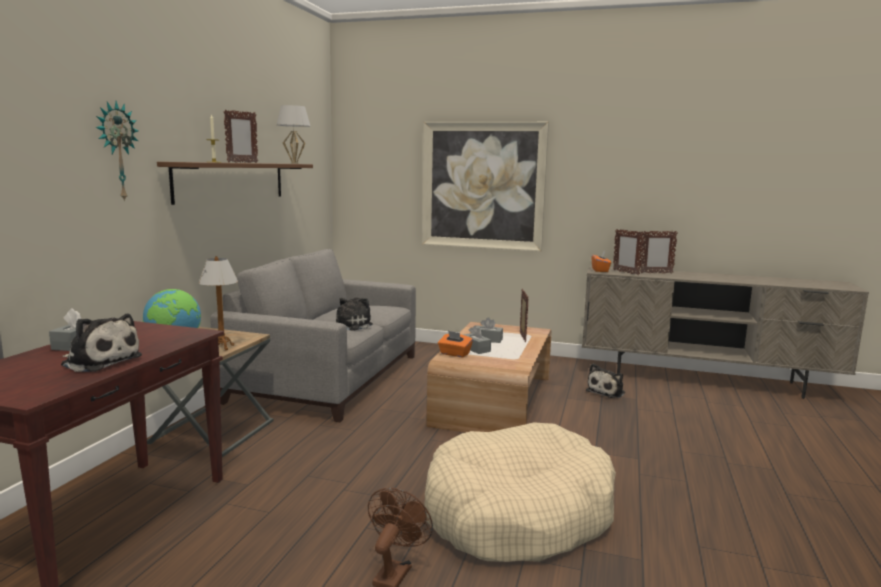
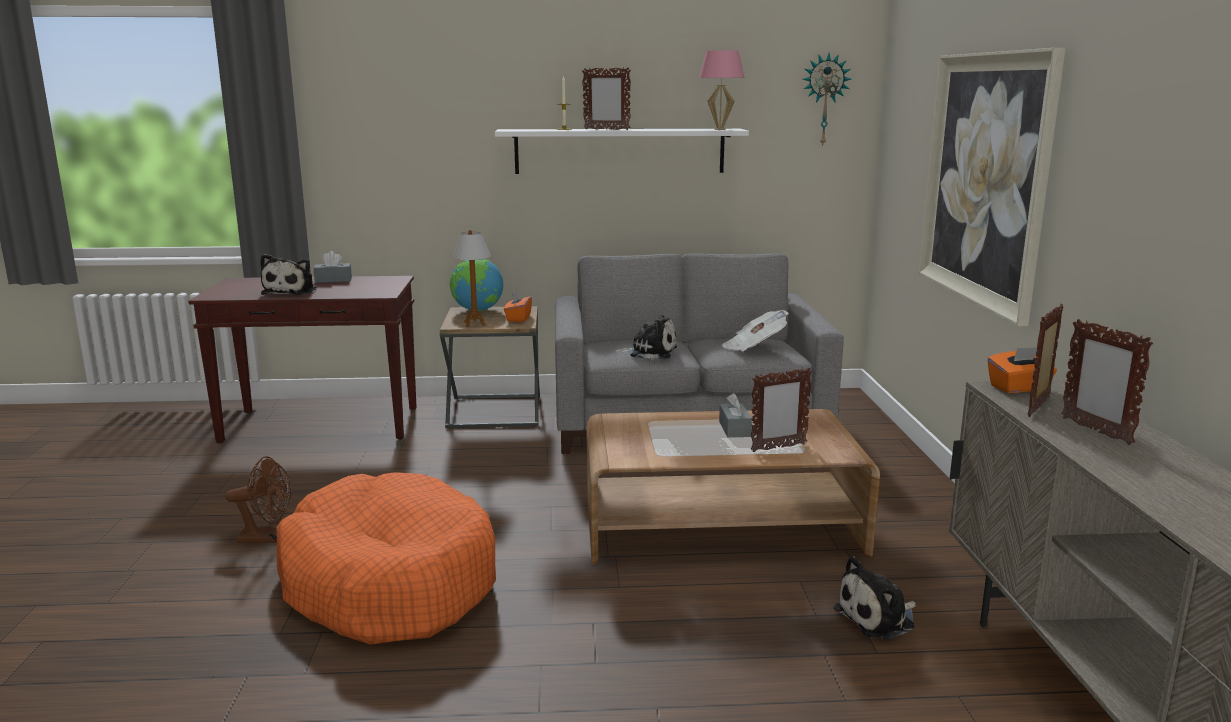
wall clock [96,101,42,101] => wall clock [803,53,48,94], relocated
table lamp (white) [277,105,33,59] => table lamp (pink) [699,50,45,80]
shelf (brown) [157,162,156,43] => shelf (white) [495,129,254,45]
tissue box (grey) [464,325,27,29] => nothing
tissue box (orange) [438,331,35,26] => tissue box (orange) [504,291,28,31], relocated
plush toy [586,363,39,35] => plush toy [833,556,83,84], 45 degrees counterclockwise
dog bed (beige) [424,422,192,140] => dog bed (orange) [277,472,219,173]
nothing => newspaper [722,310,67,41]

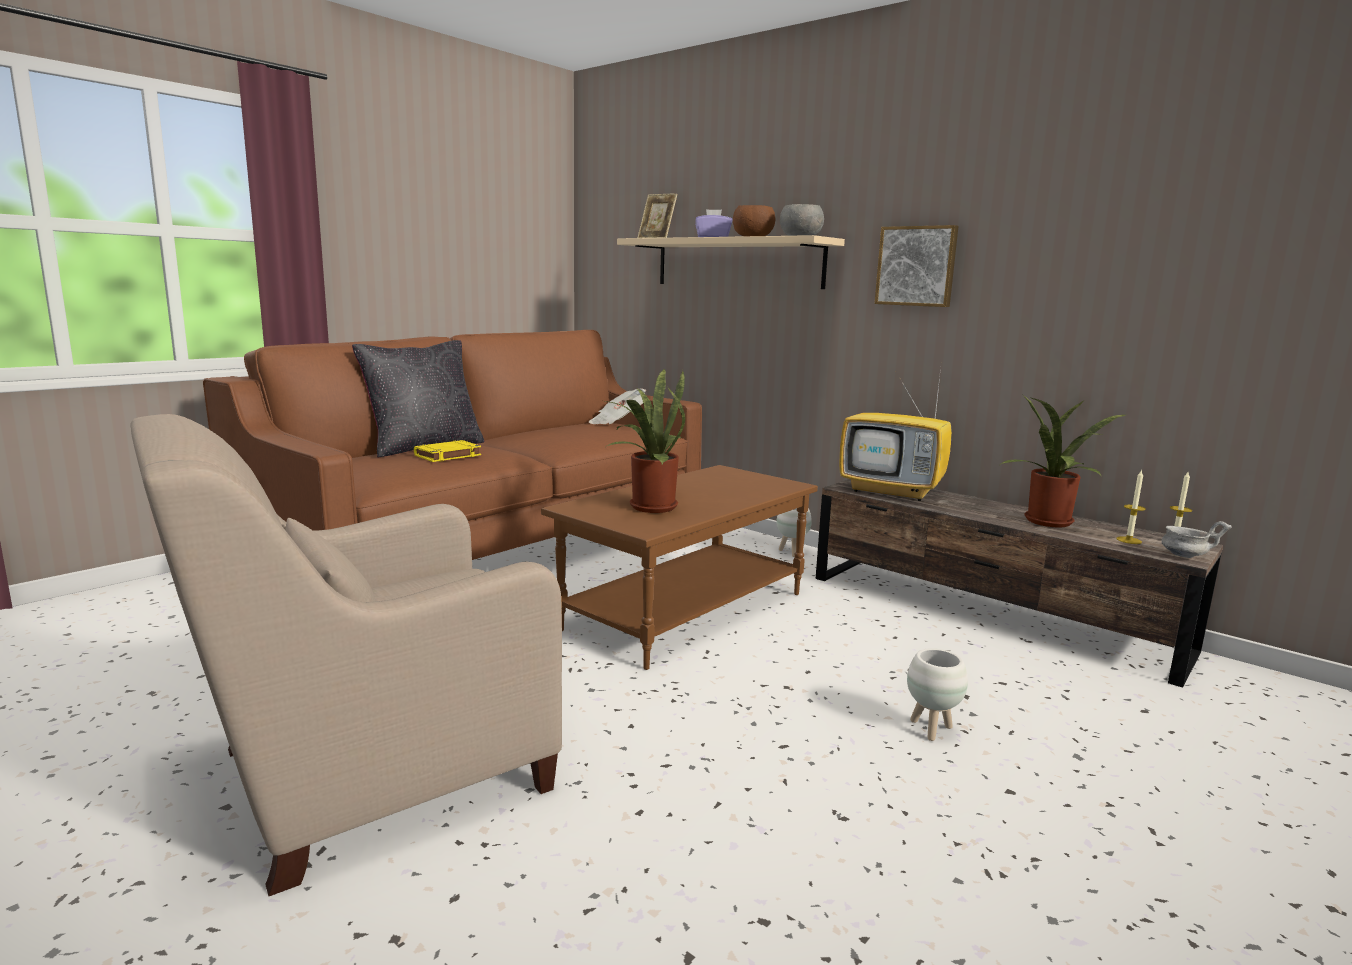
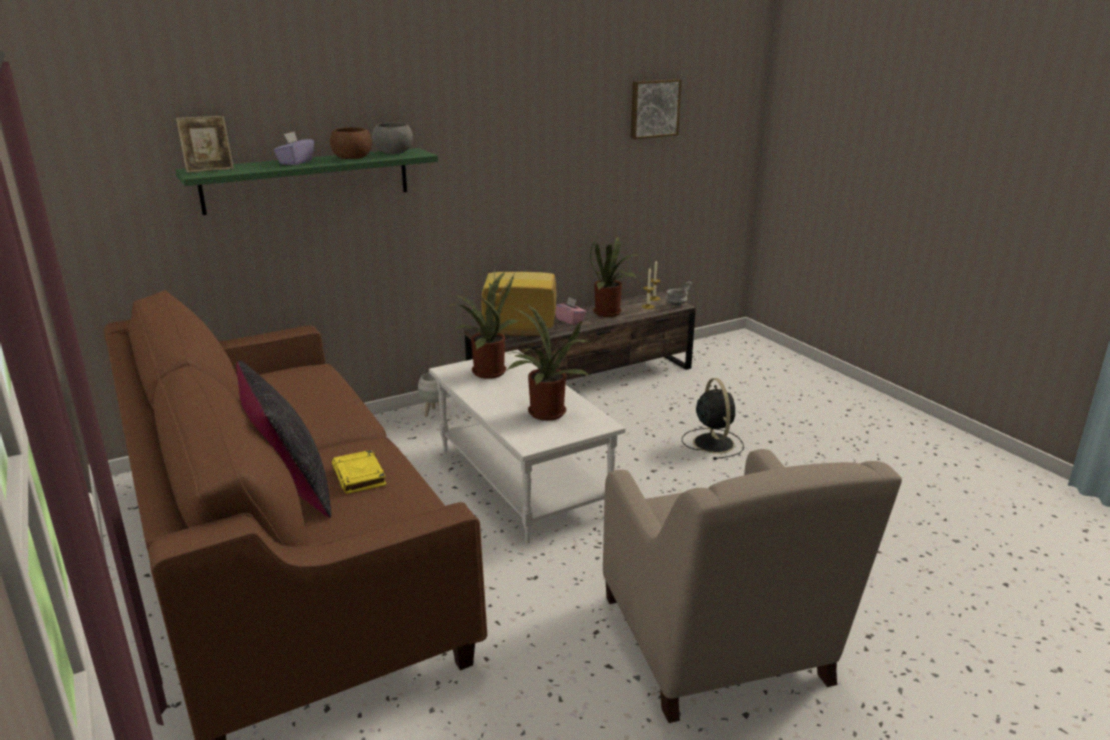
picture [875,225,83,82] => picture [631,79,51,60], relocated
shelf (beige) [617,235,228,54] => shelf (green) [175,148,263,67]
television [839,368,113,133] => television [482,262,75,74], 135 degrees counterclockwise
newspaper [589,389,57,35] => nothing
coffee table (brown) [541,465,277,205] => coffee table (white) [429,350,196,193]
planter (white) [907,648,61,93] => fan (black) [682,378,62,82]
nothing => potted plant [449,272,70,107]
nothing => tissue box (pink) [555,297,31,28]

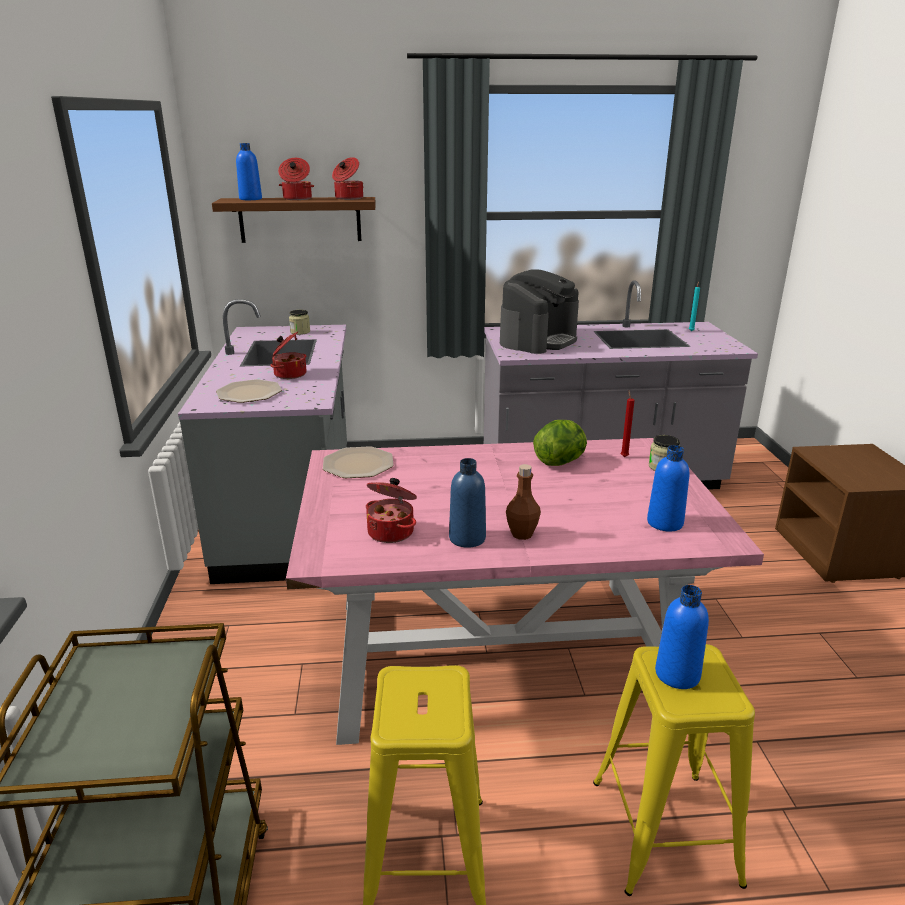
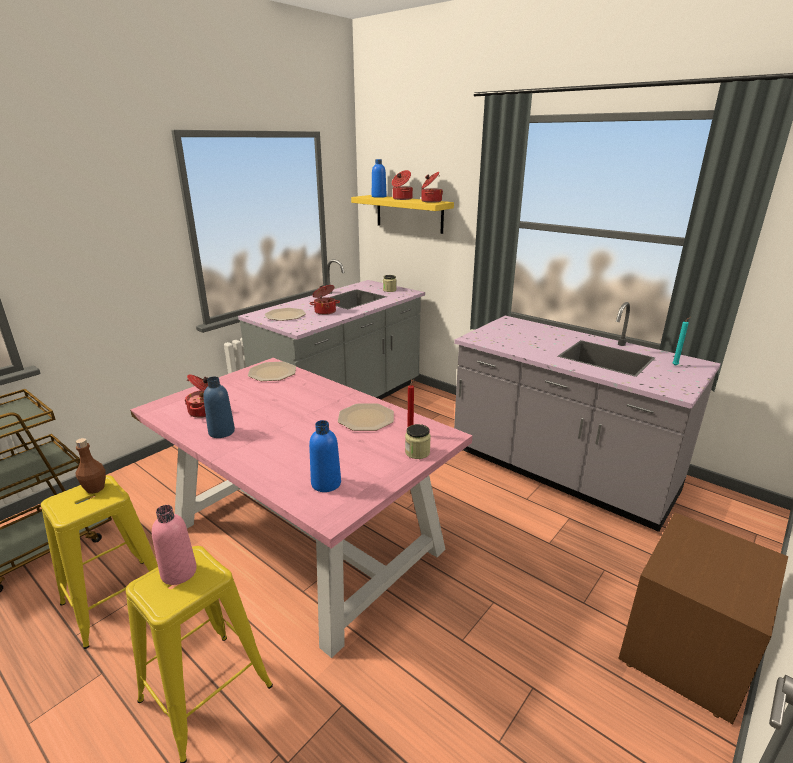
shelf (brown) [212,197,164,46] => shelf (yellow) [351,195,103,39]
coffee machine [500,269,79,85] => nothing
lettuce [533,420,54,46] => plate [338,403,56,28]
bottle (brown) [506,464,35,76] => bottle (brown) [75,438,31,56], relocated
bottle (blue) [655,585,54,104] => bottle (pink) [152,505,45,80]

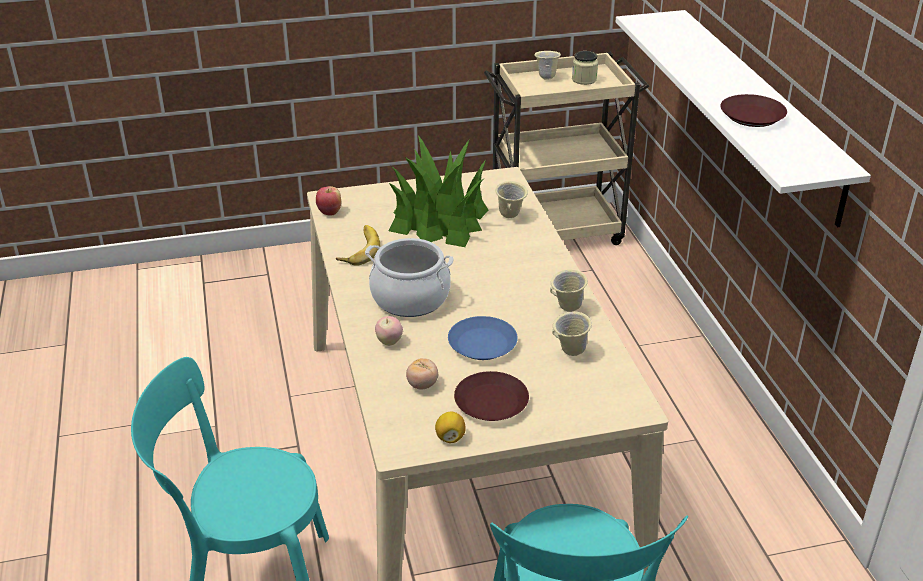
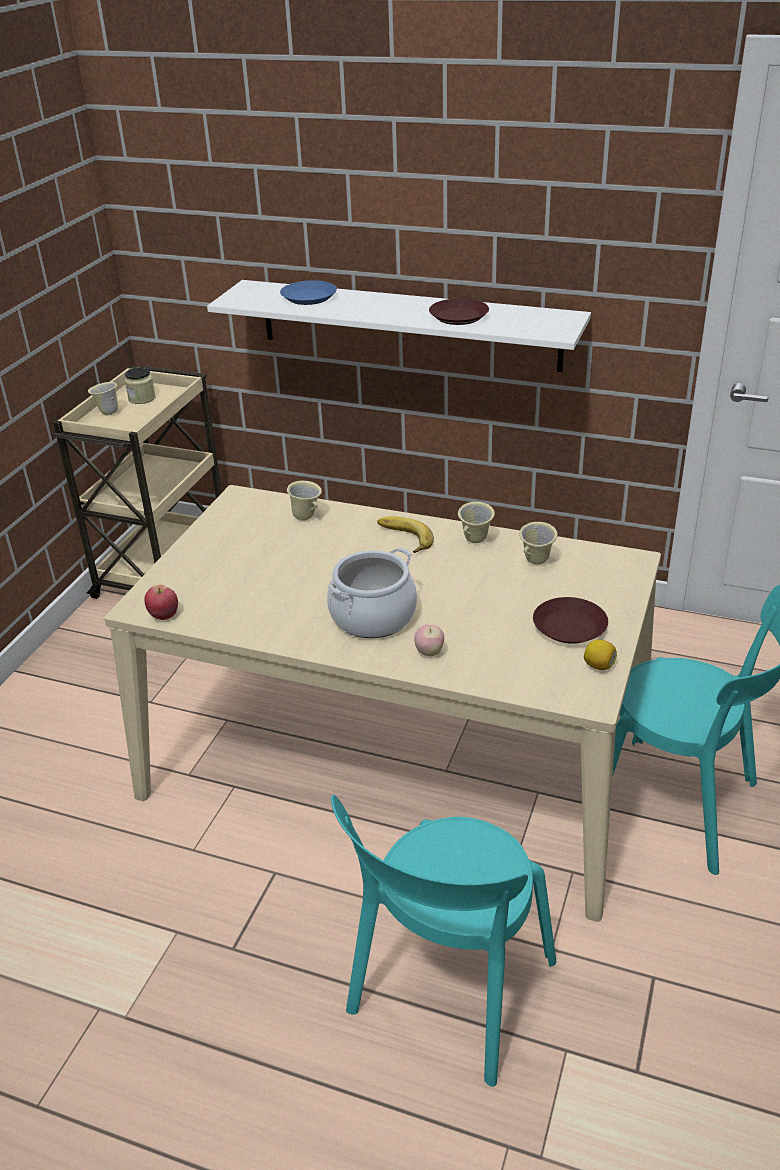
potted plant [388,135,100,112] => nothing
banana [336,225,44,41] => banana [377,516,57,37], relocated
plate (blue) [448,316,70,44] => plate (blue) [280,280,57,25], relocated
tomato [406,358,32,31] => nothing

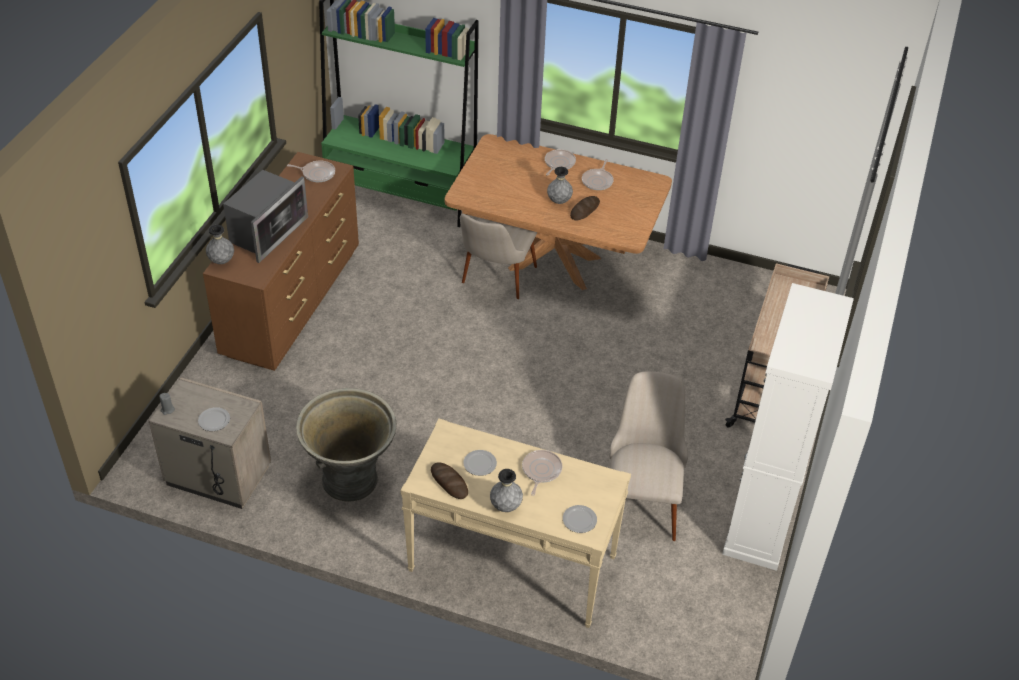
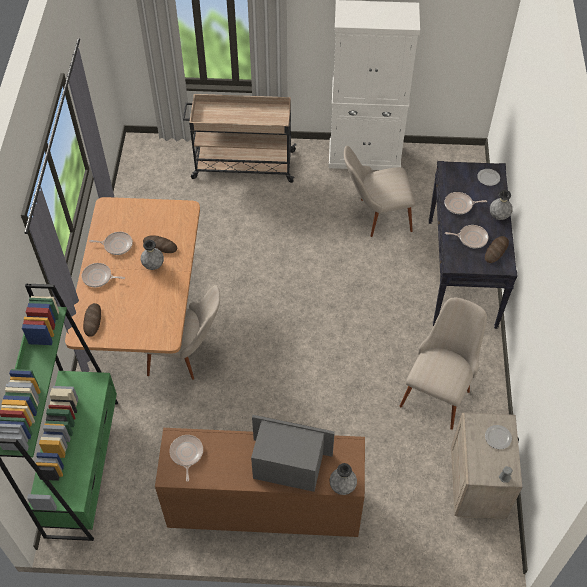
planter (grey) [296,388,100,114] => chair (beige) [400,298,87,132]
console table (beige) [401,418,230,210] => console table (black) [429,161,89,168]
plate [463,450,34,26] => frying pan [445,225,44,23]
nothing => bread [83,303,18,34]

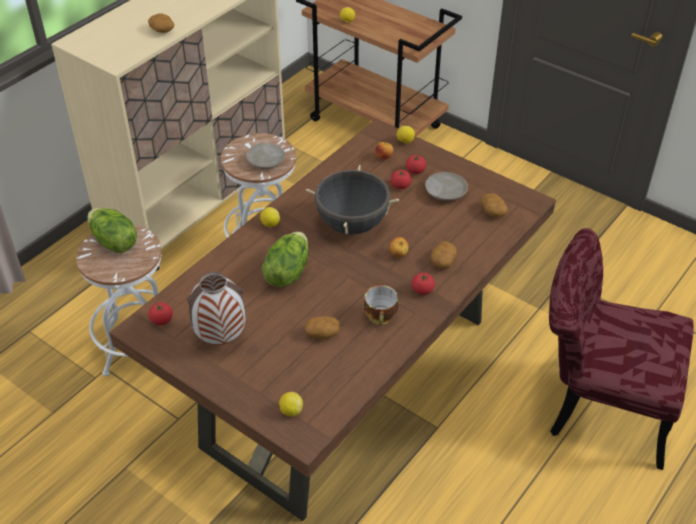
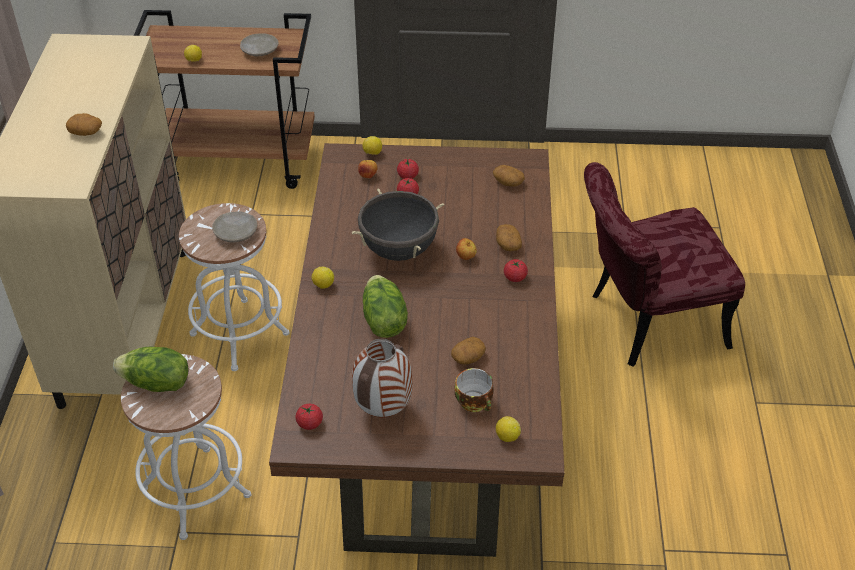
plate (beige) [425,172,43,29] => plate (beige) [240,33,39,24], relocated
cup [363,285,36,41] => cup [454,368,40,44], relocated

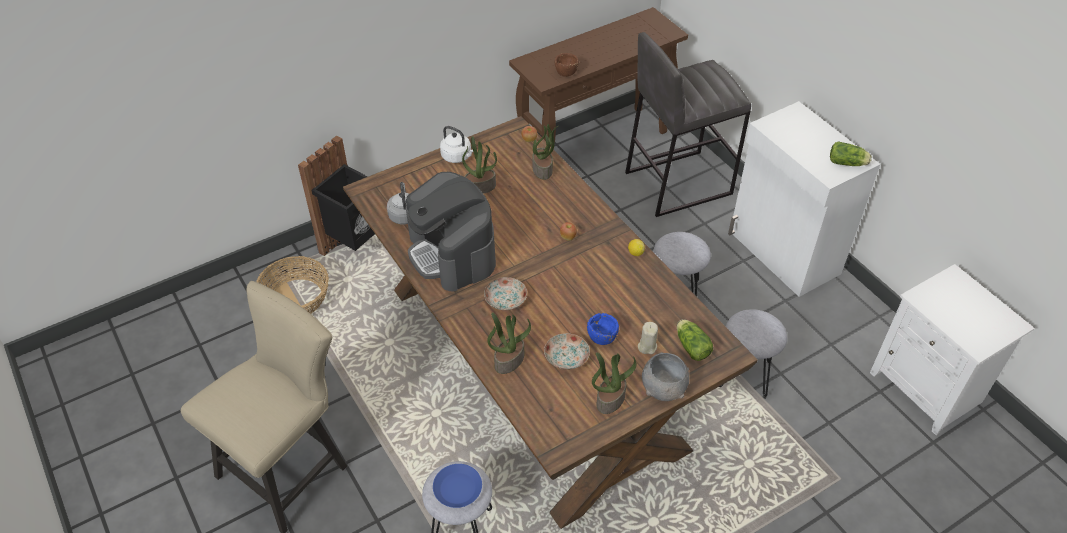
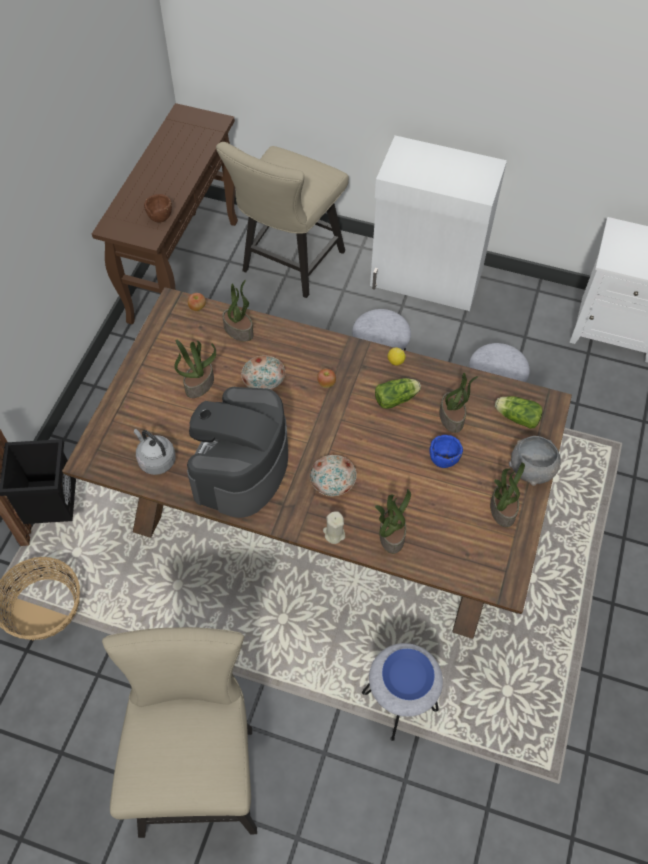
stool (grey) [625,32,126,185] => chair (beige) [216,142,133,156]
kettle (white) [440,126,33,37] => nothing
lettuce [830,142,42,24] => lettuce [375,378,46,31], relocated
coffee machine [406,172,90,119] => coffee machine [187,387,101,131], 90 degrees clockwise
candle (beige) [638,322,20,32] => candle (beige) [323,511,22,33], relocated
plate [544,333,46,37] => plate [241,355,44,35], relocated
nothing => potted plant [439,373,40,60]

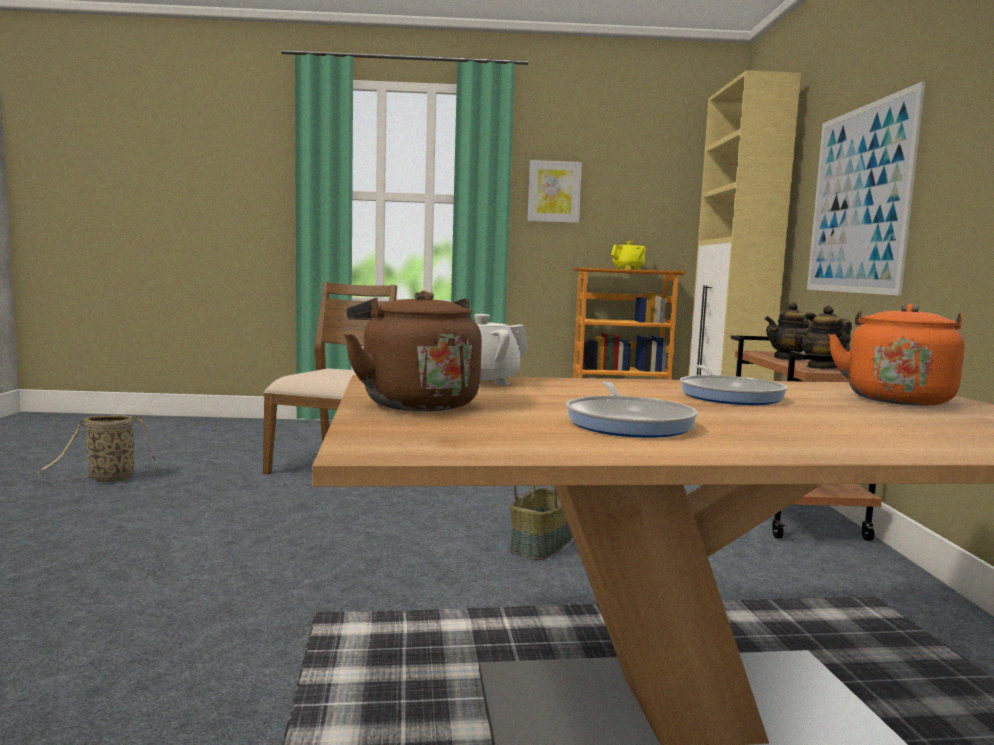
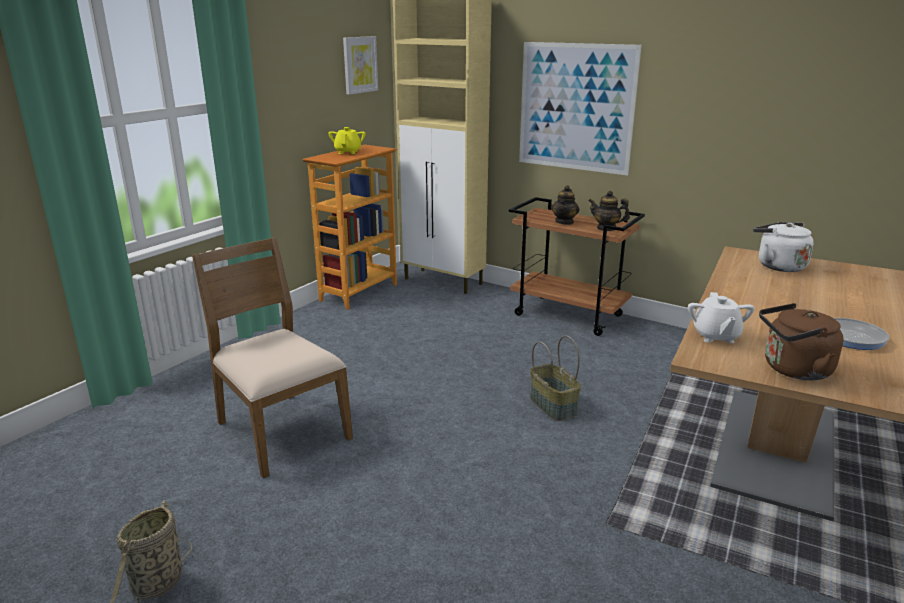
picture [527,160,55,63] => picture [343,36,35,59], relocated
kettle (orange) [828,304,136,102] => kettle (white) [753,222,61,50]
frying pan [680,365,107,40] => nothing

